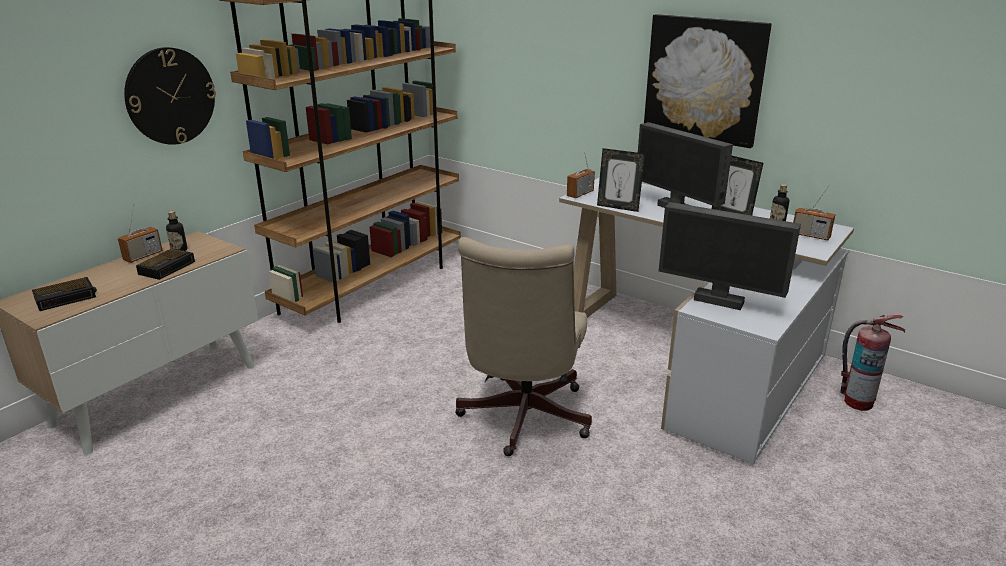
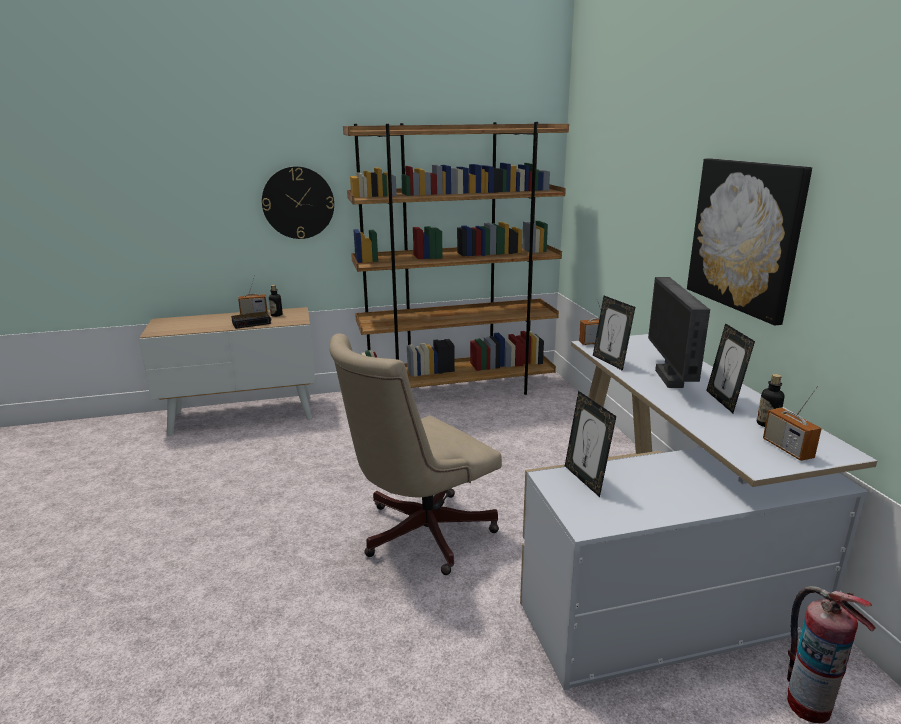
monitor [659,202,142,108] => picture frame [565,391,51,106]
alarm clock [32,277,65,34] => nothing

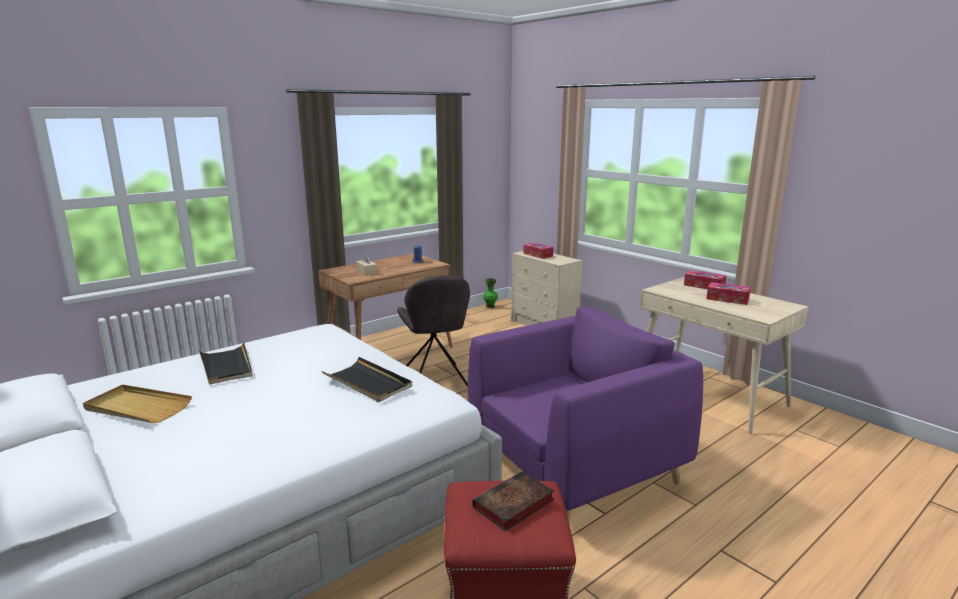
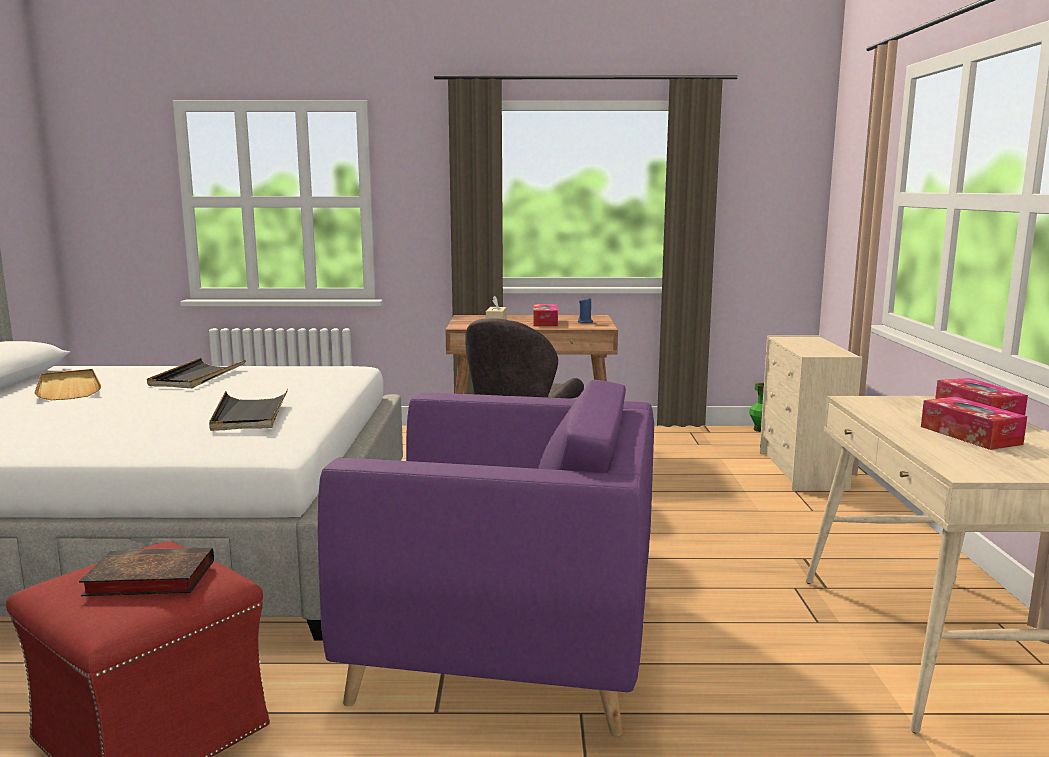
tissue box [523,243,30,16] => tissue box [533,304,25,22], relocated

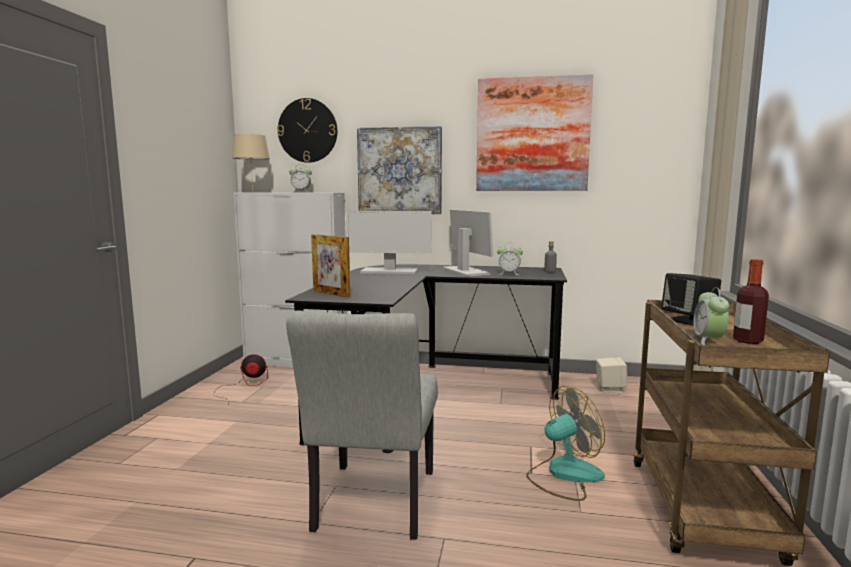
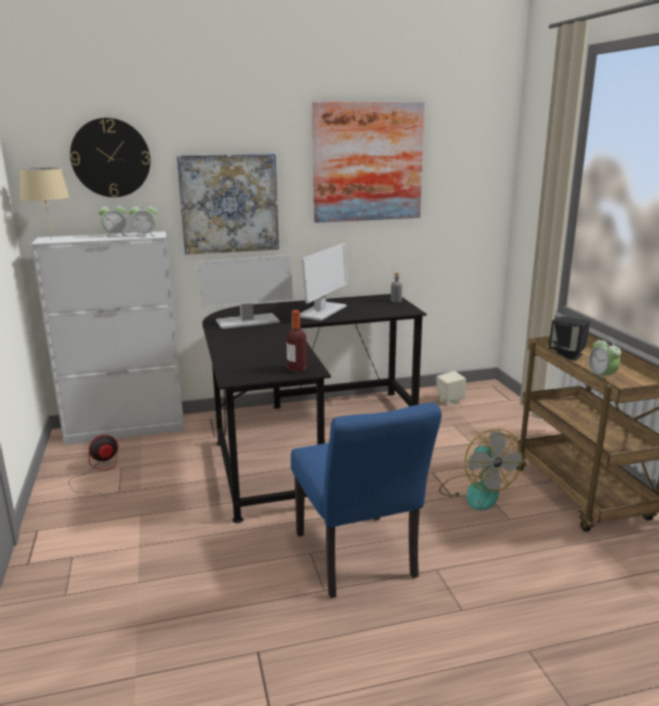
monitor [442,209,51,67] => monitor [300,243,48,78], 75 degrees clockwise
picture frame [311,234,39,63] => nothing
alarm clock [497,245,26,30] => alarm clock [129,204,28,33], relocated
bottle [733,259,36,85] => bottle [286,310,21,62], relocated
chair (grey) [286,311,152,229] => chair (blue) [291,402,151,196]
fan [526,386,79,115] => fan [439,429,84,81], 120 degrees clockwise

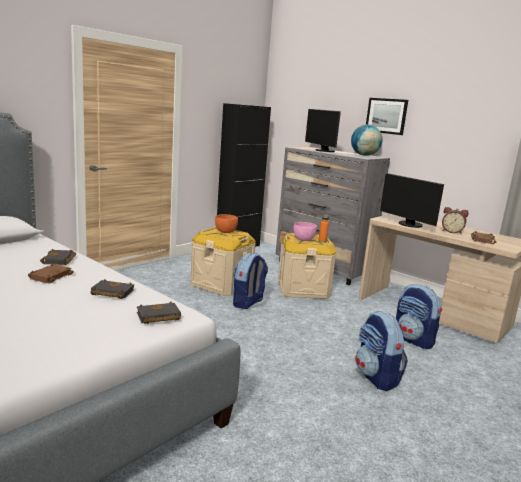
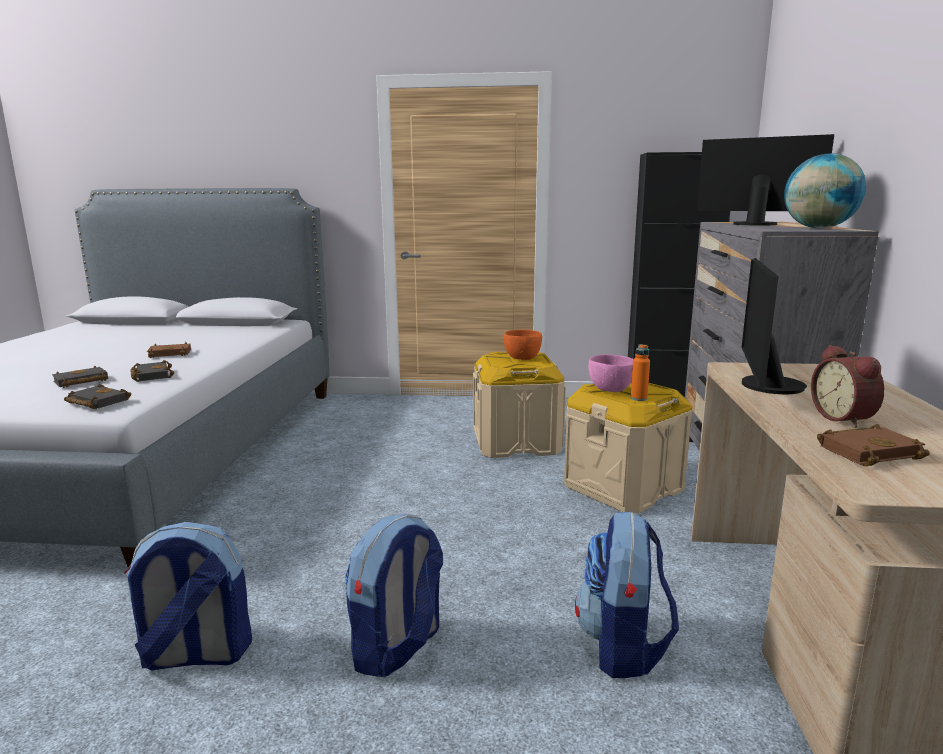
picture [366,98,42,37] => nothing
monitor [305,109,36,43] => monitor [697,134,137,91], 90 degrees clockwise
book (black) [40,249,36,16] => book (black) [52,365,56,23], relocated
backpack [232,253,36,56] => backpack [124,522,128,148], relocated

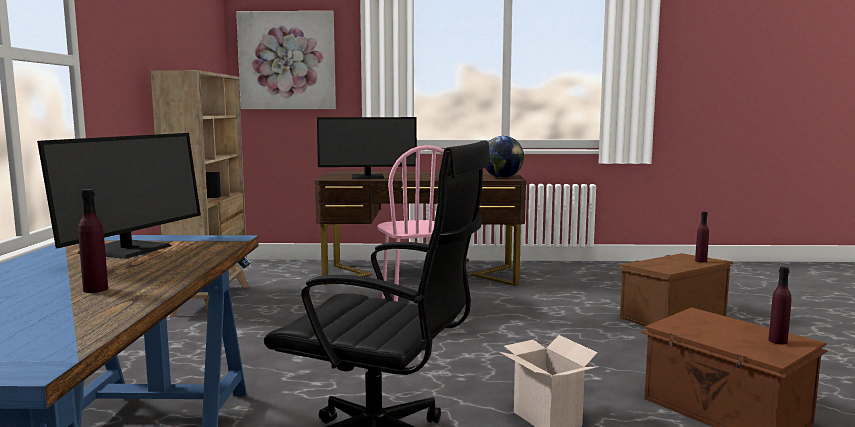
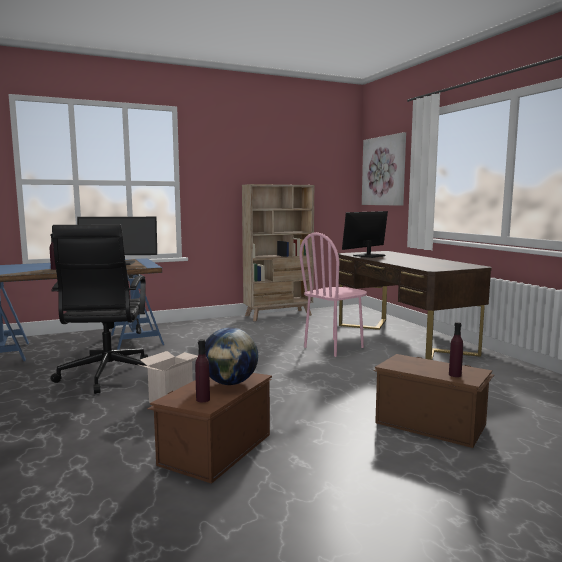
monitor [317,117,100,62] => monitor [342,211,46,47], 75 degrees clockwise
globe [485,136,39,42] => globe [205,327,53,58], relocated

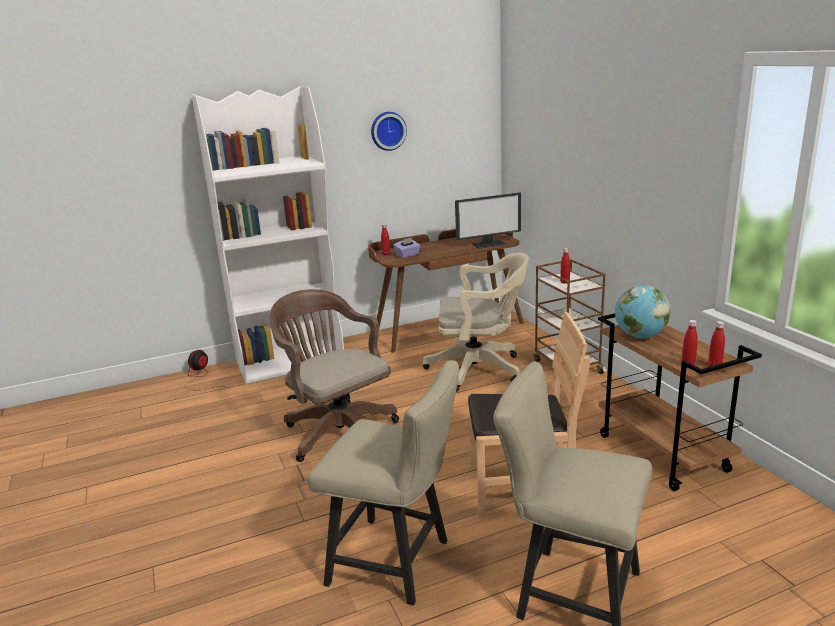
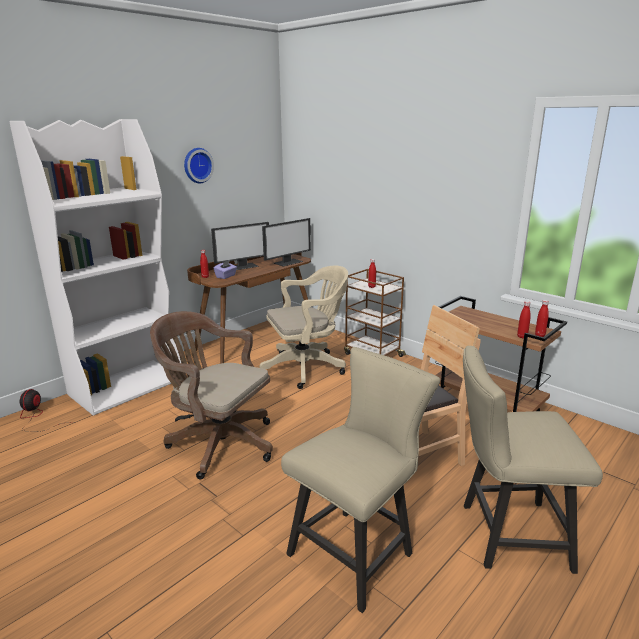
globe [615,285,56,53] => nothing
chair (beige) [308,360,151,245] => chair (beige) [281,347,159,266], 45 degrees counterclockwise
nothing => monitor [211,222,58,48]

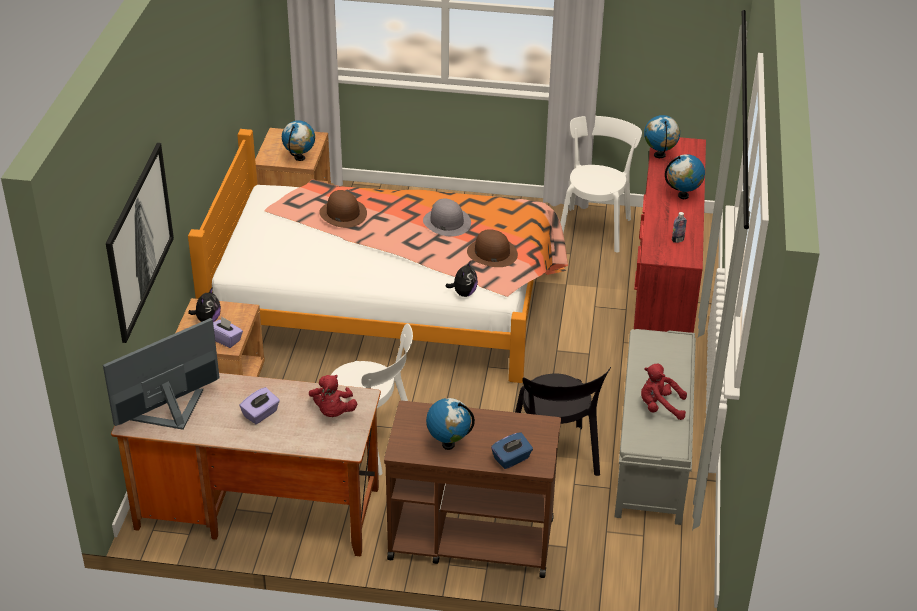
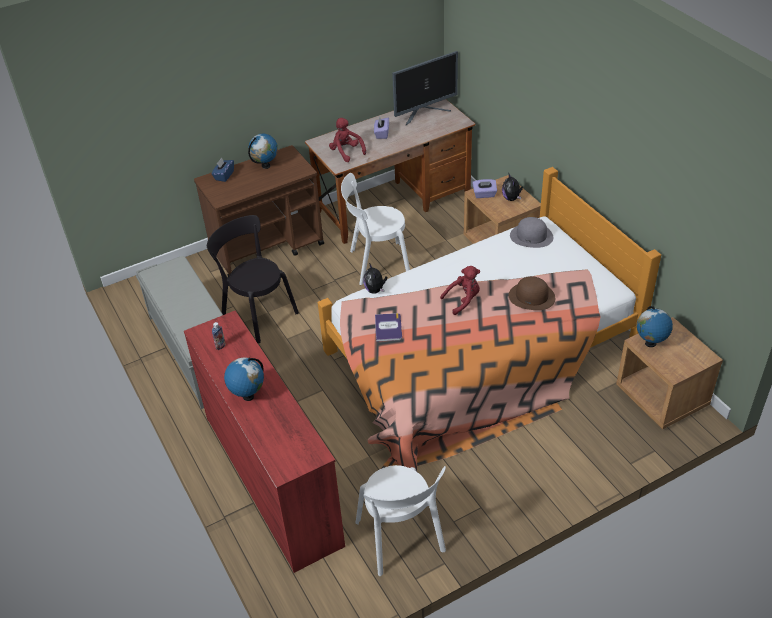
globe [644,115,36,43] => nothing
picture [106,143,68,200] => nothing
hat (grey) [423,199,48,38] => hat (grey) [510,217,43,31], relocated
hat (brown) [467,229,51,38] => book [375,313,27,29]
monitor [103,318,117,112] => monitor [392,51,66,74], 45 degrees clockwise
plush toy (red) [641,364,46,56] => plush toy (red) [440,266,40,49], relocated

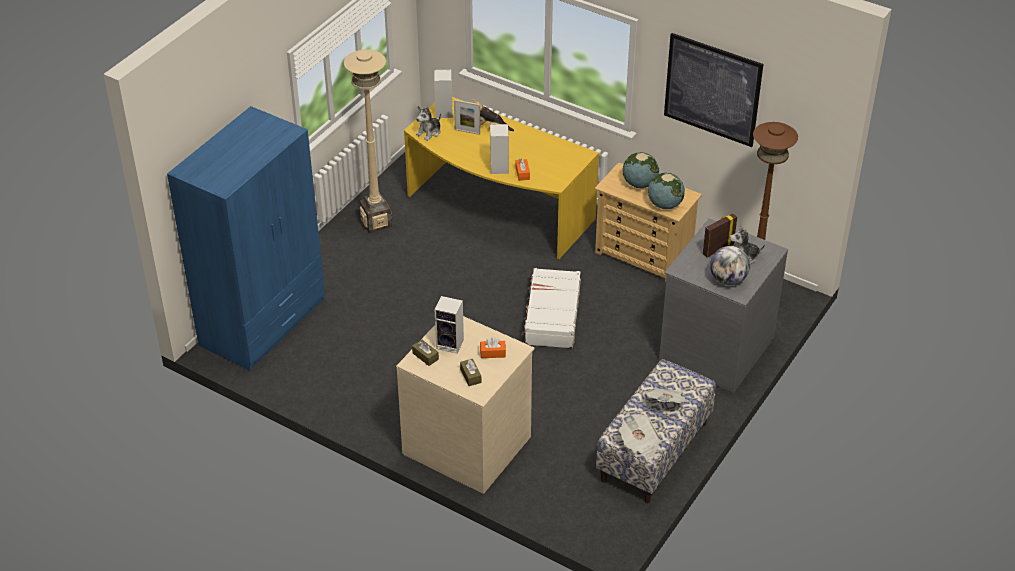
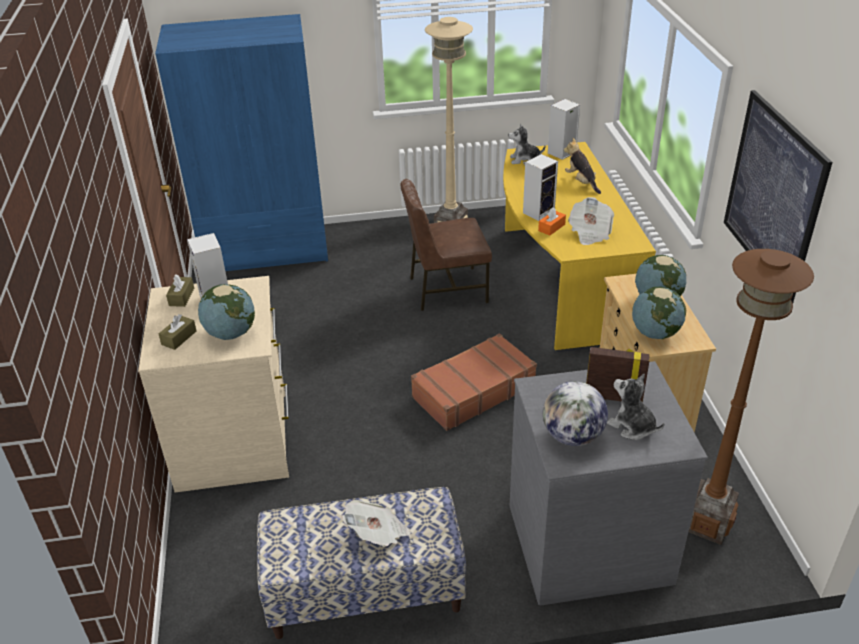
picture frame [454,99,26,36] => nothing
suitcase (white) [522,268,59,80] => suitcase (brown) [411,333,126,98]
tissue box (orange) [480,337,26,21] => globe [198,284,57,56]
newspaper [619,414,43,46] => newspaper [568,197,46,48], relocated
nothing => chair (brown) [401,179,91,132]

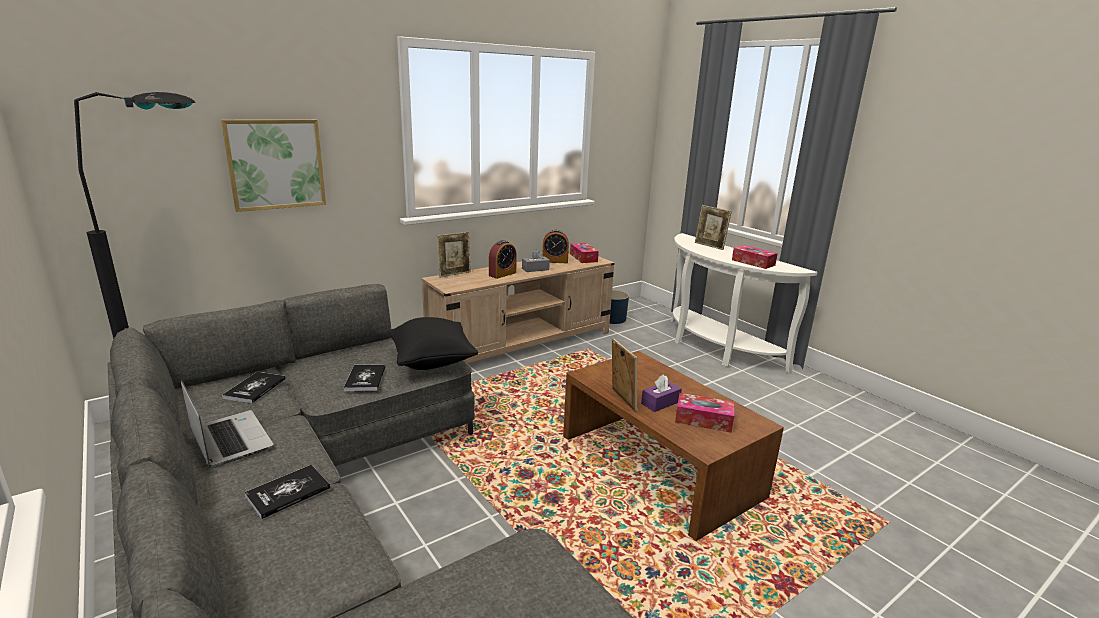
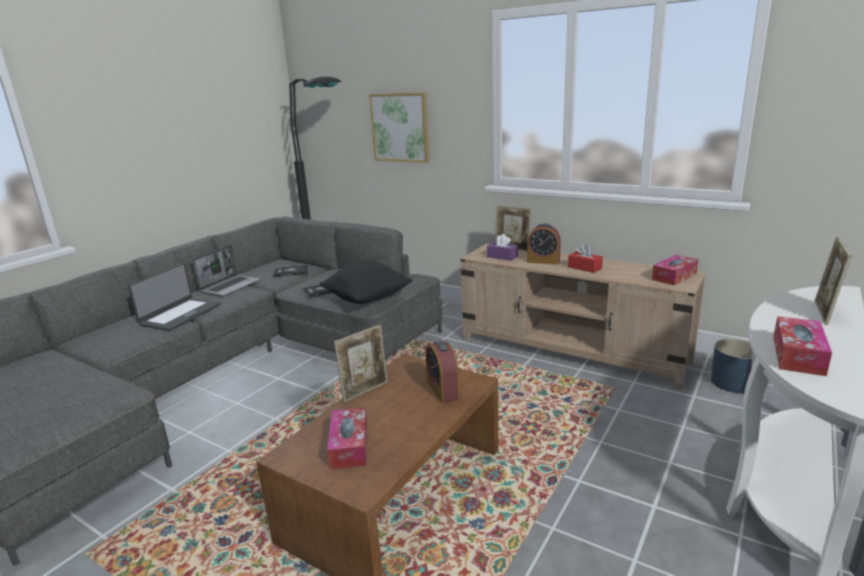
alarm clock [542,230,27,33] => alarm clock [426,340,34,63], relocated
tissue box (grey) [522,249,28,23] => tissue box (red) [568,244,35,29]
tissue box (purple) [641,374,41,38] => tissue box (purple) [487,234,31,27], relocated
book [244,465,86,54] => laptop [128,263,93,68]

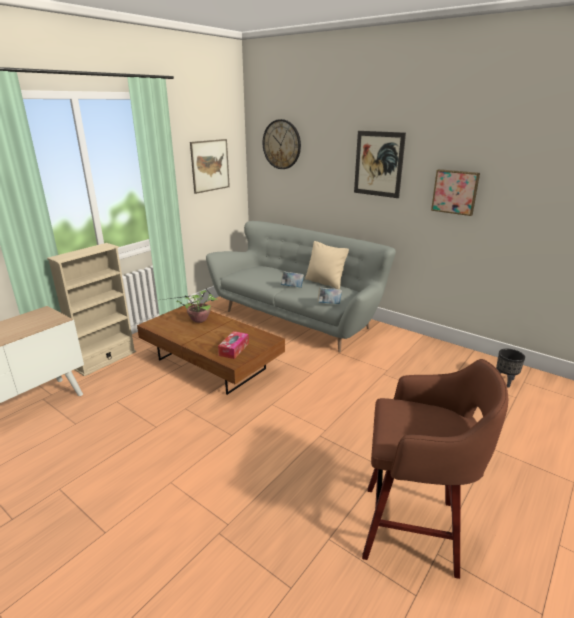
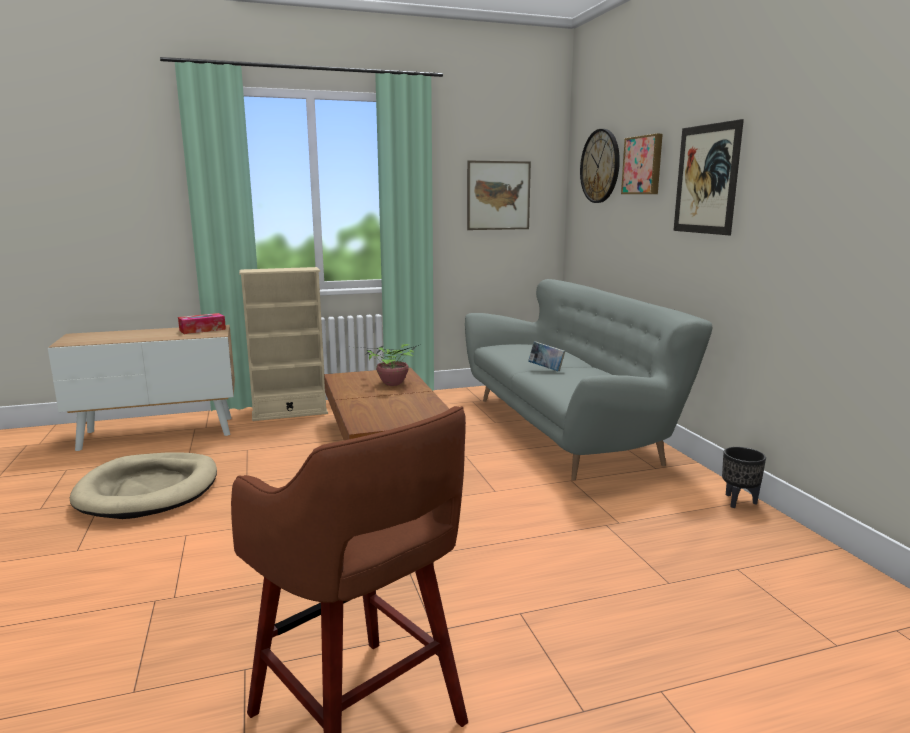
picture [431,169,49,47] => picture [621,134,42,60], relocated
pillow (beige) [305,241,44,48] => nothing
book [317,287,25,17] => nothing
tissue box [218,331,31,28] => tissue box [178,313,48,21], relocated
planter (black) [496,349,29,39] => planter (black) [722,447,44,61], relocated
nothing => dog bed (beige) [70,452,147,67]

